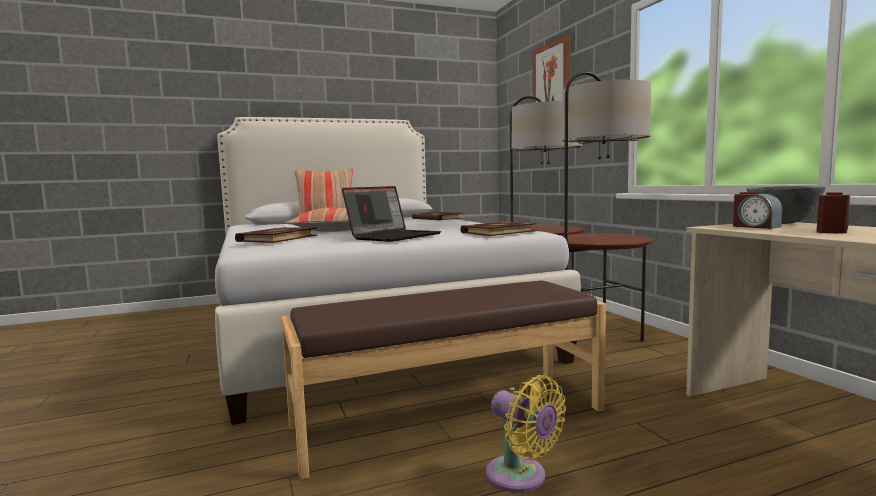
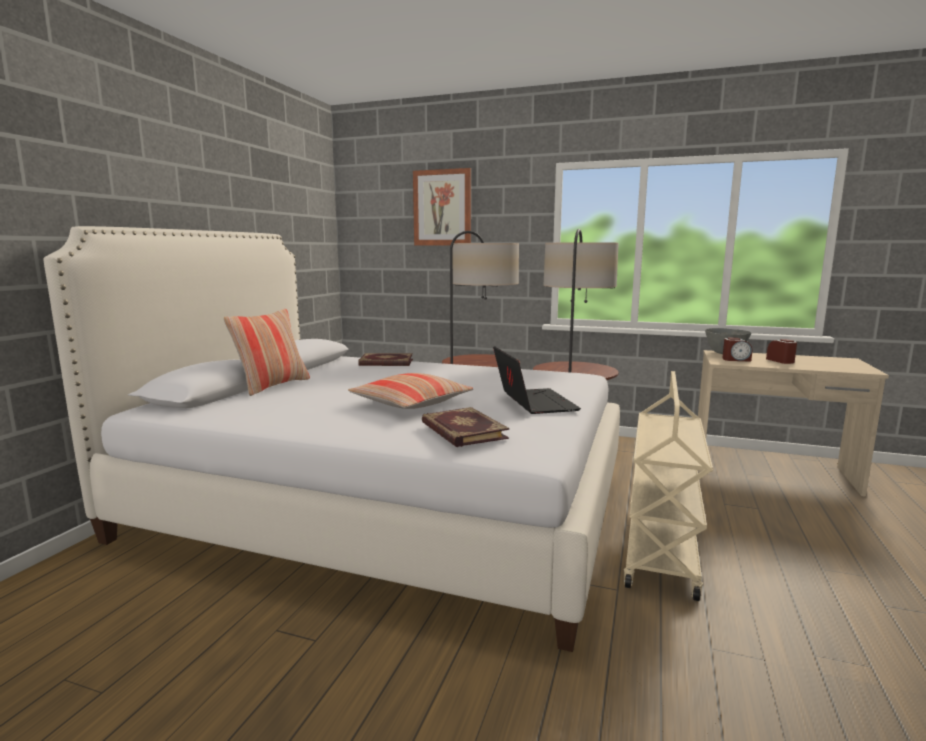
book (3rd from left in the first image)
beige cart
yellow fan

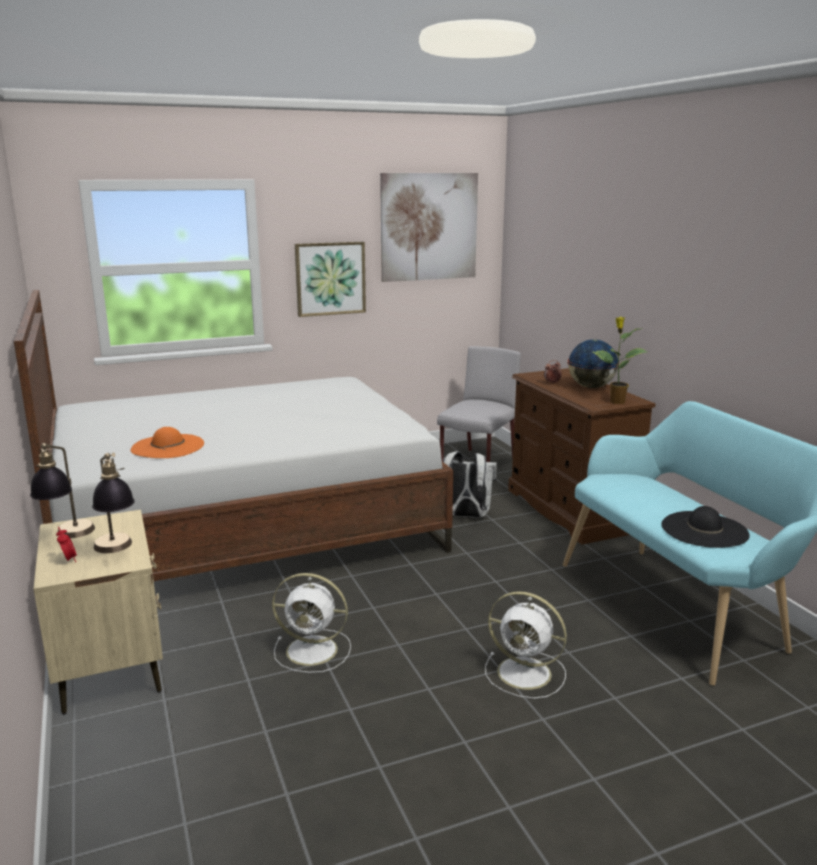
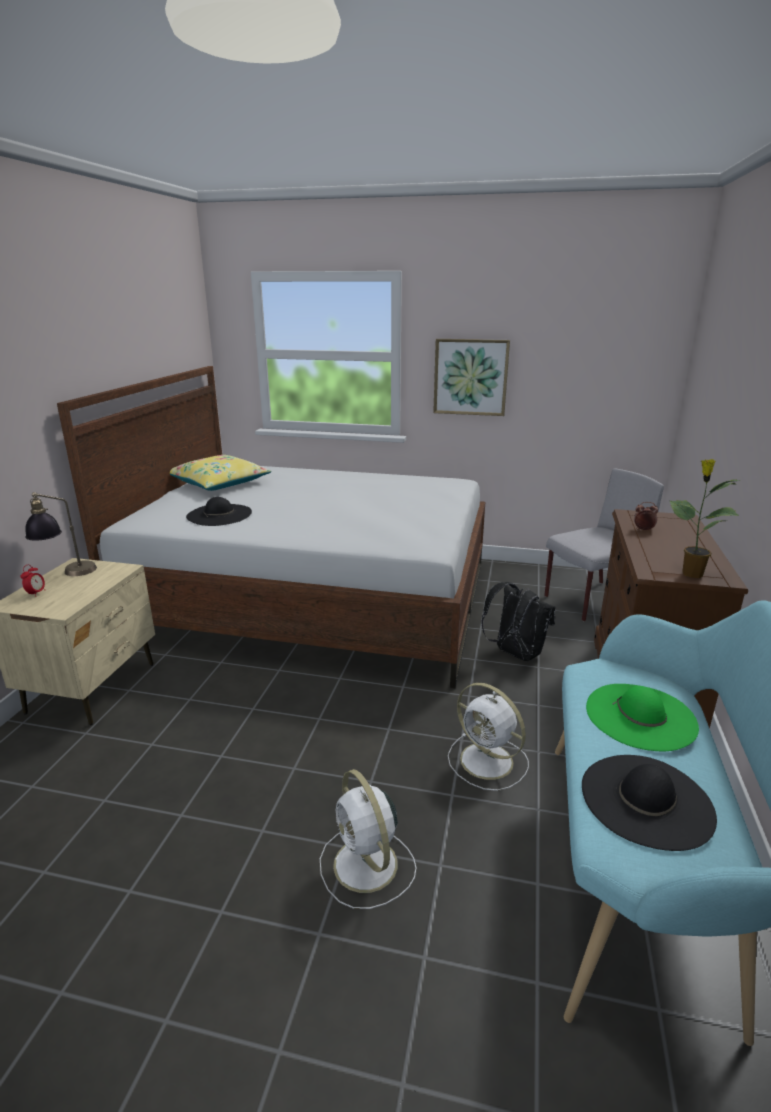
picture (2nd from left in the first image)
globe
black hat (1st from left)
black backpack
table lamp (2nd from left in the first image)
white fan (2nd from left)
yellow pillow
green hat

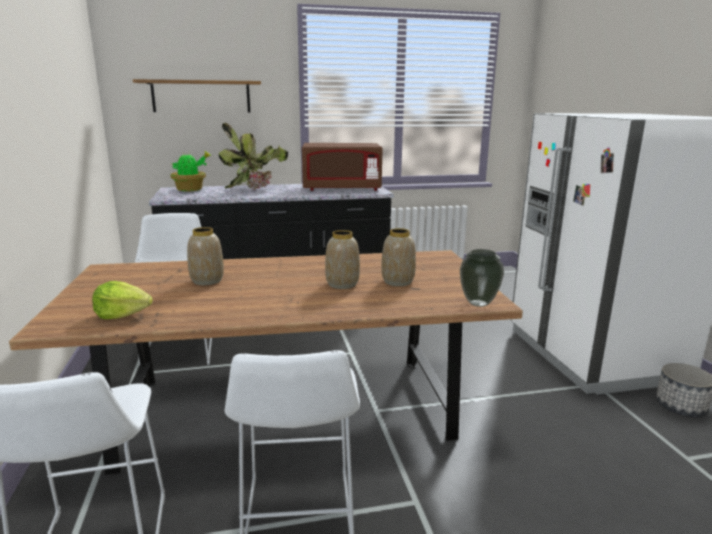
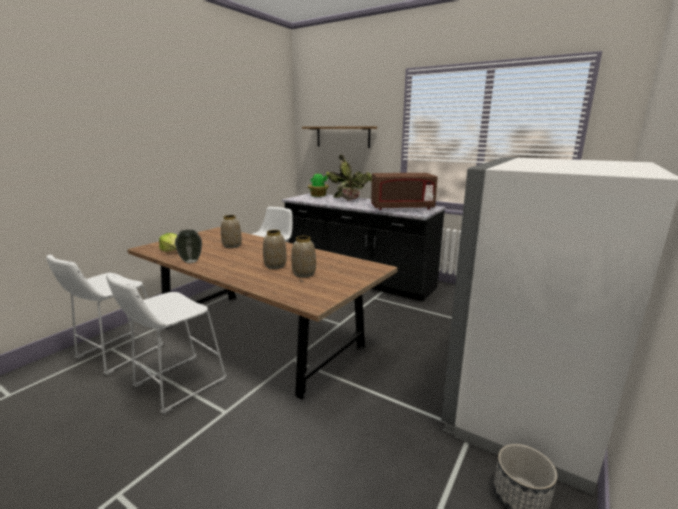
brown microwave
vase (1st from left)

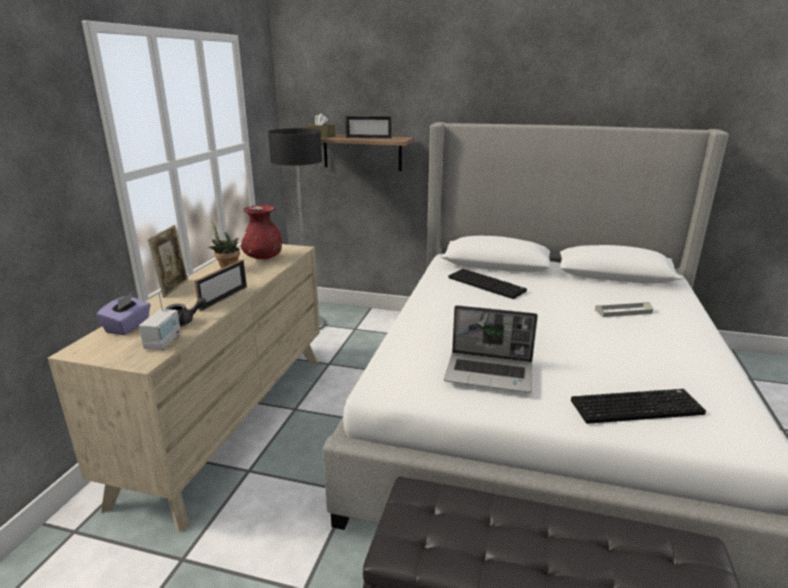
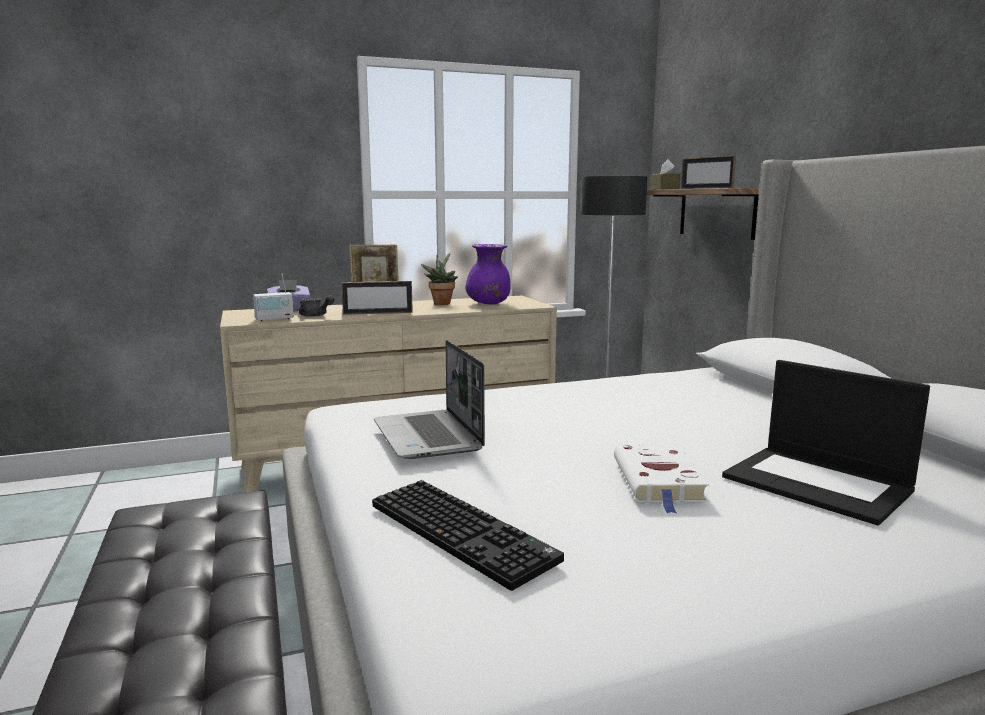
purple vase
keyboard (1st from left in the first image)
laptop (2nd from left)
white book

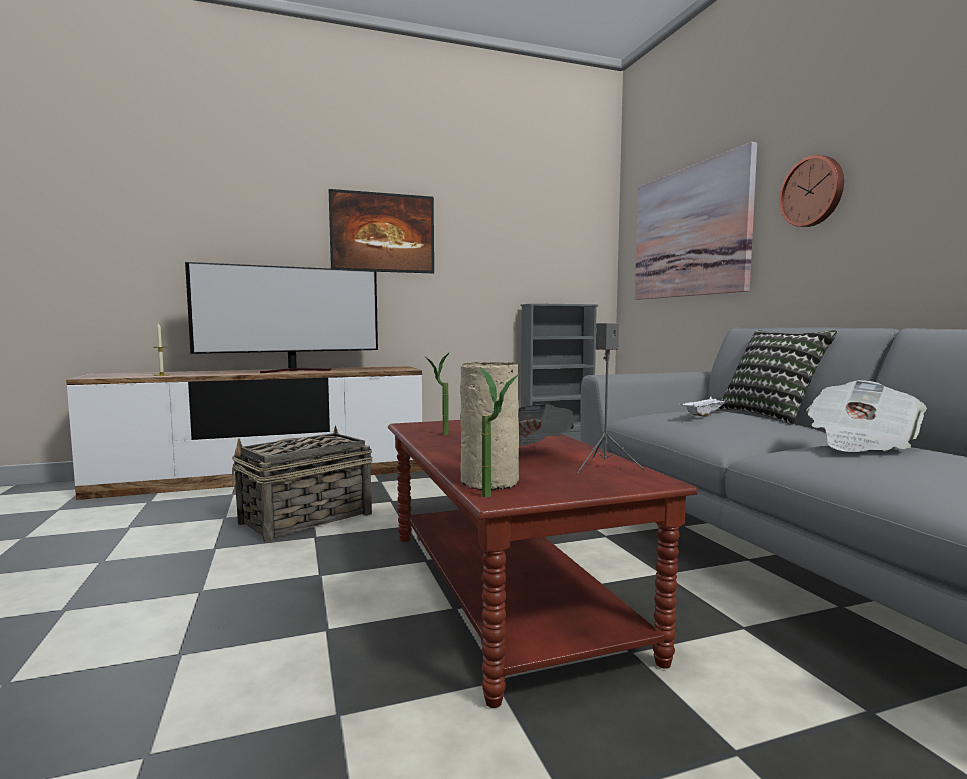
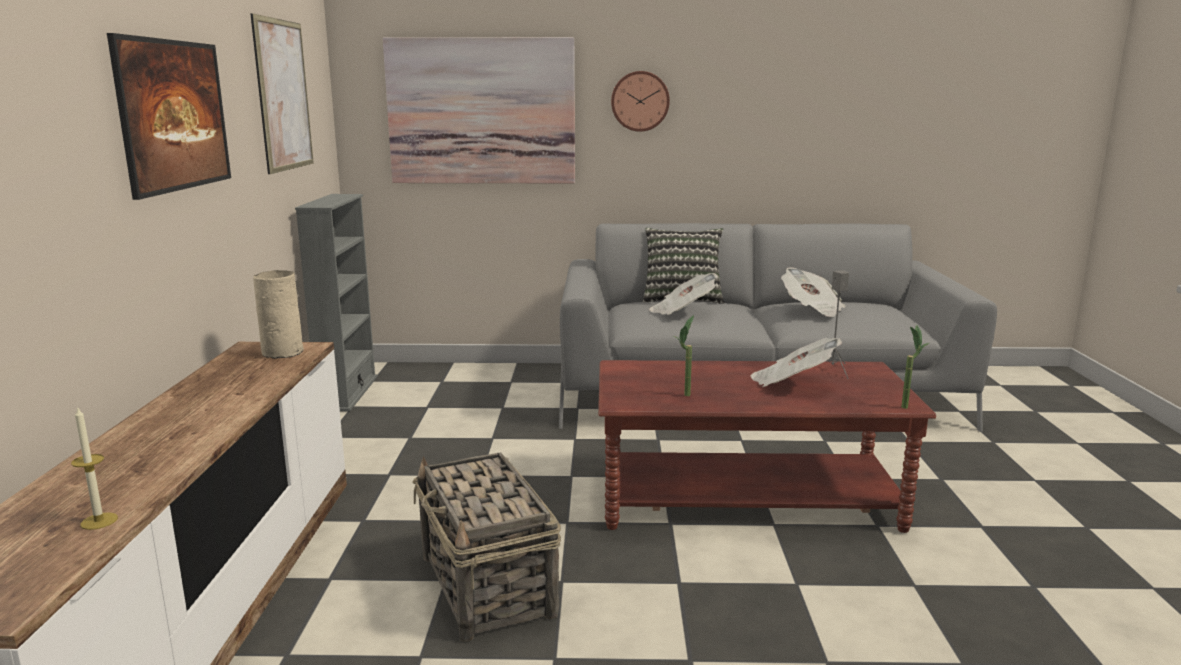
television
beige vase
newspaper (1st from left)
picture (2nd from left)

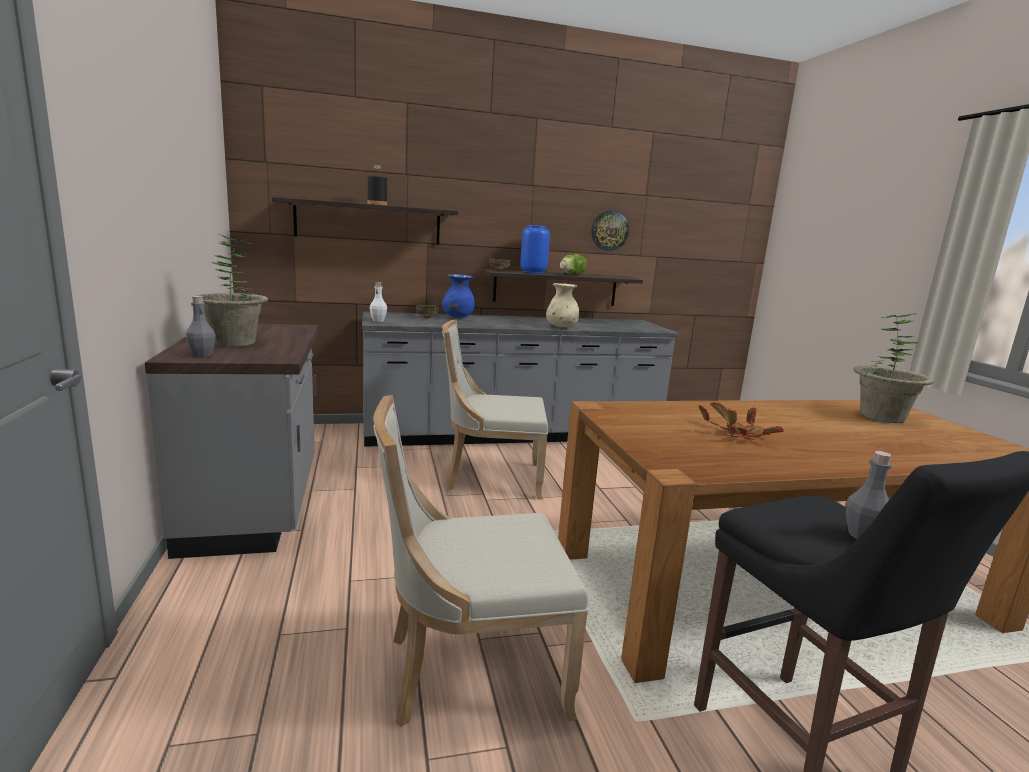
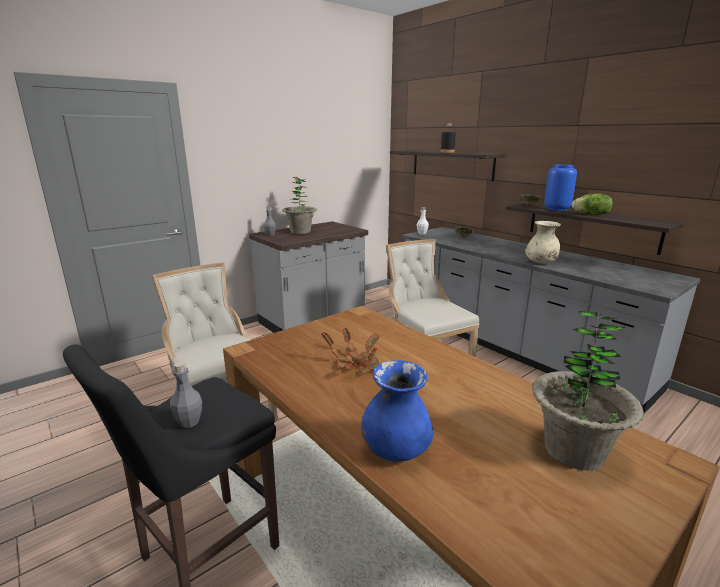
wall clock
blue vase (1st from left)

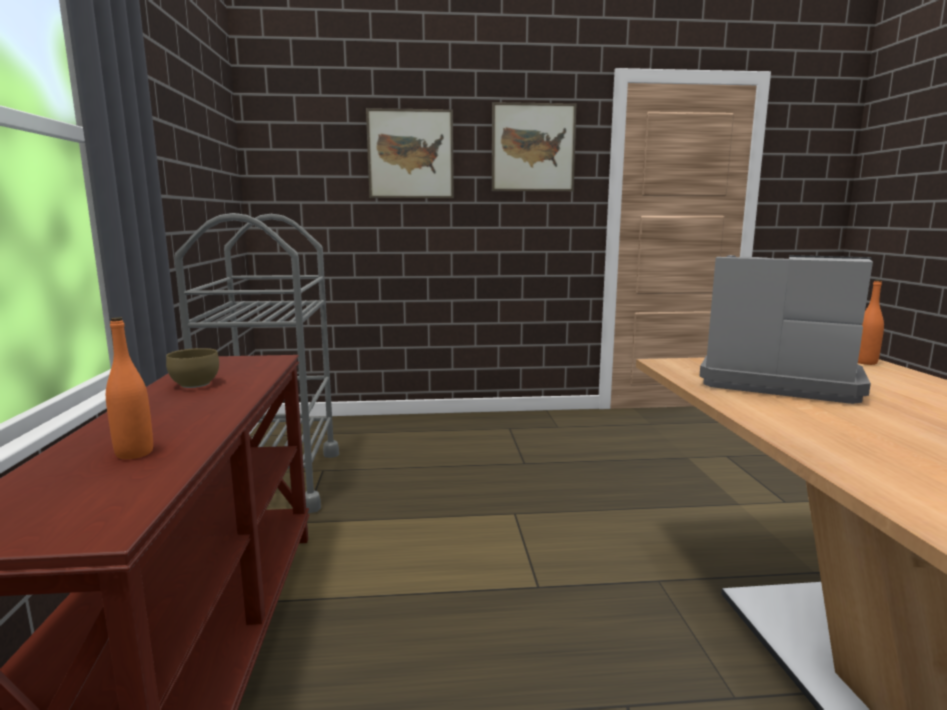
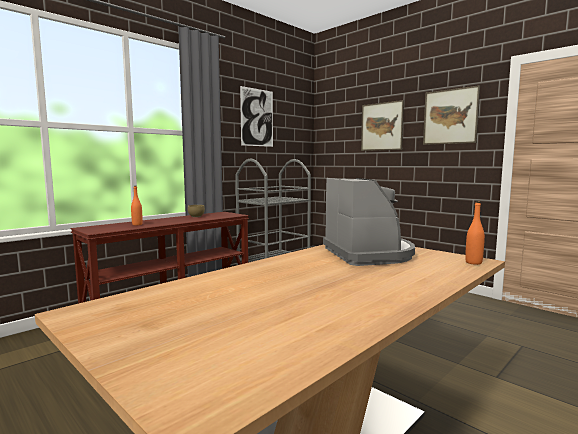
picture (1st from left)

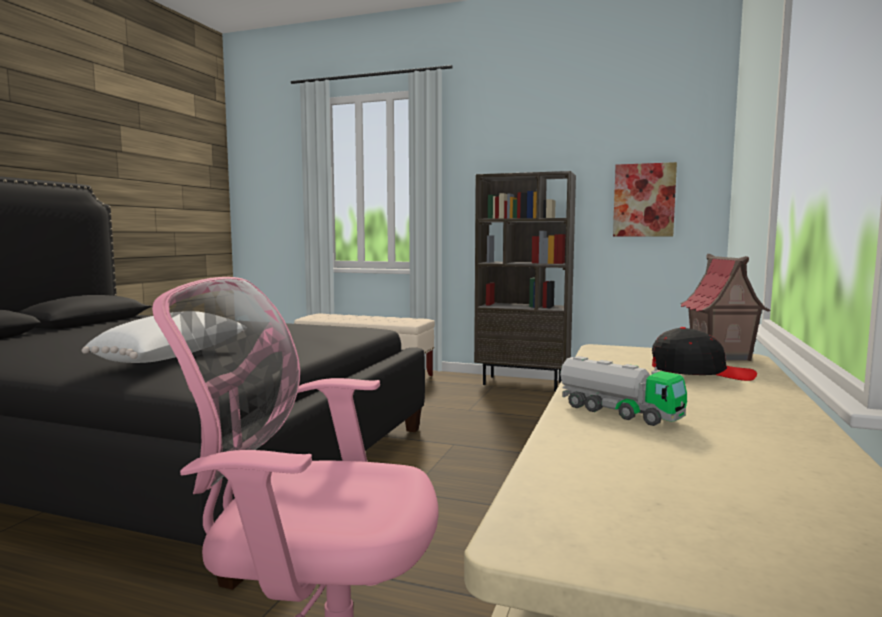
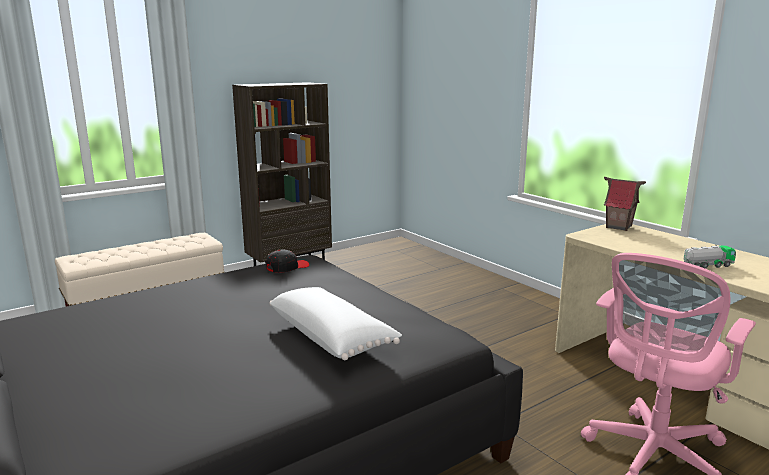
picture
black cap

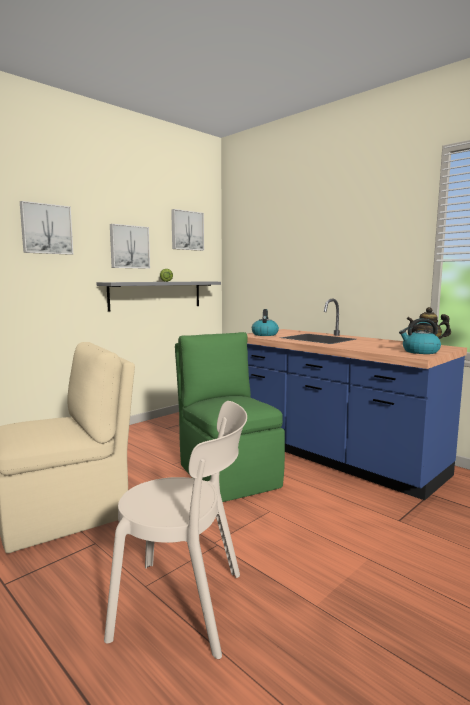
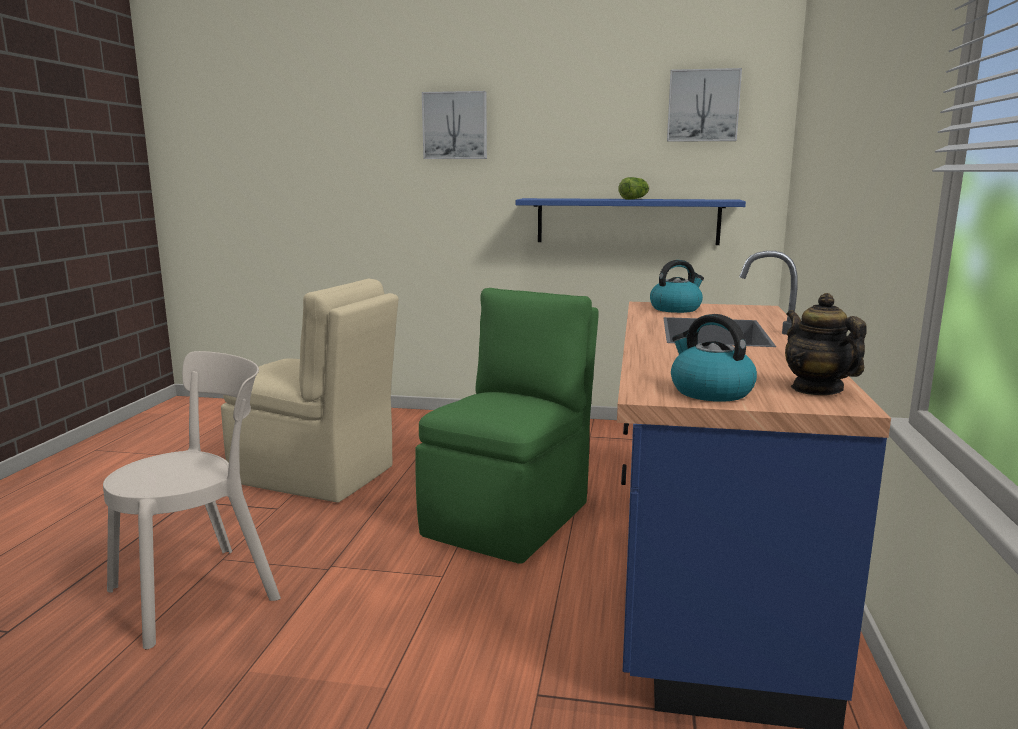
picture (2nd from left in the first image)
blue shelf
beige chair (1st from left)

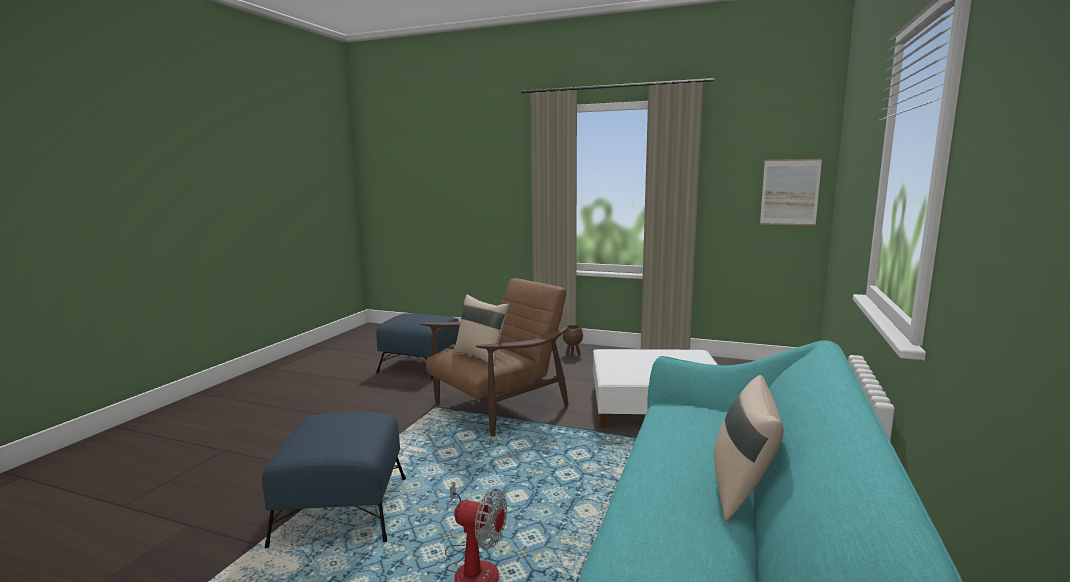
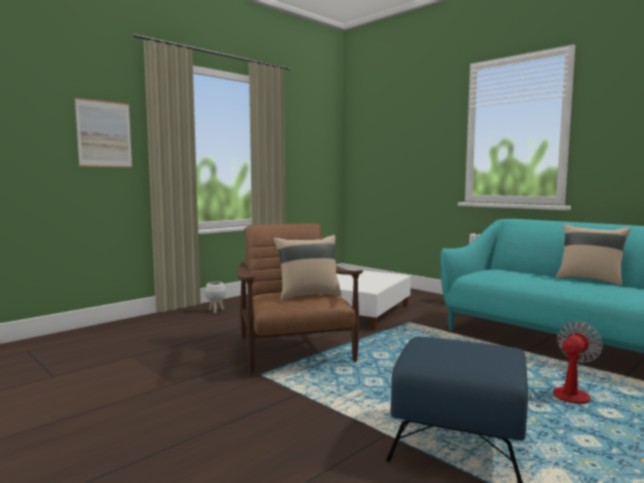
picture
blue ottoman (2nd from left in the first image)
white planter

